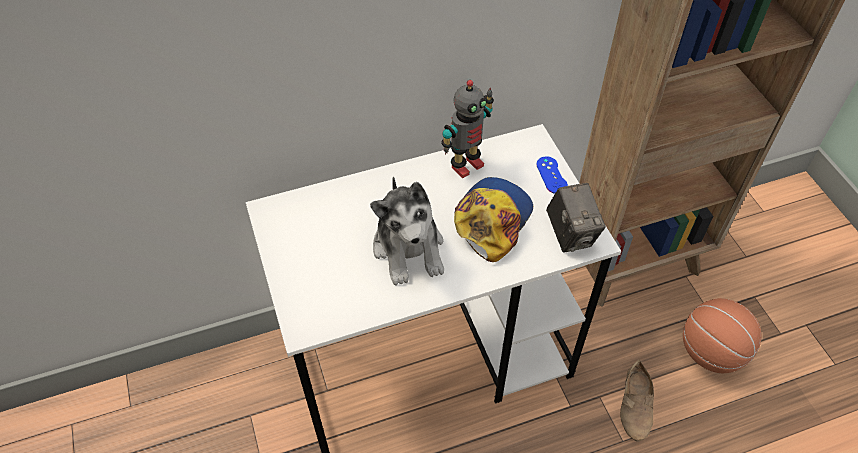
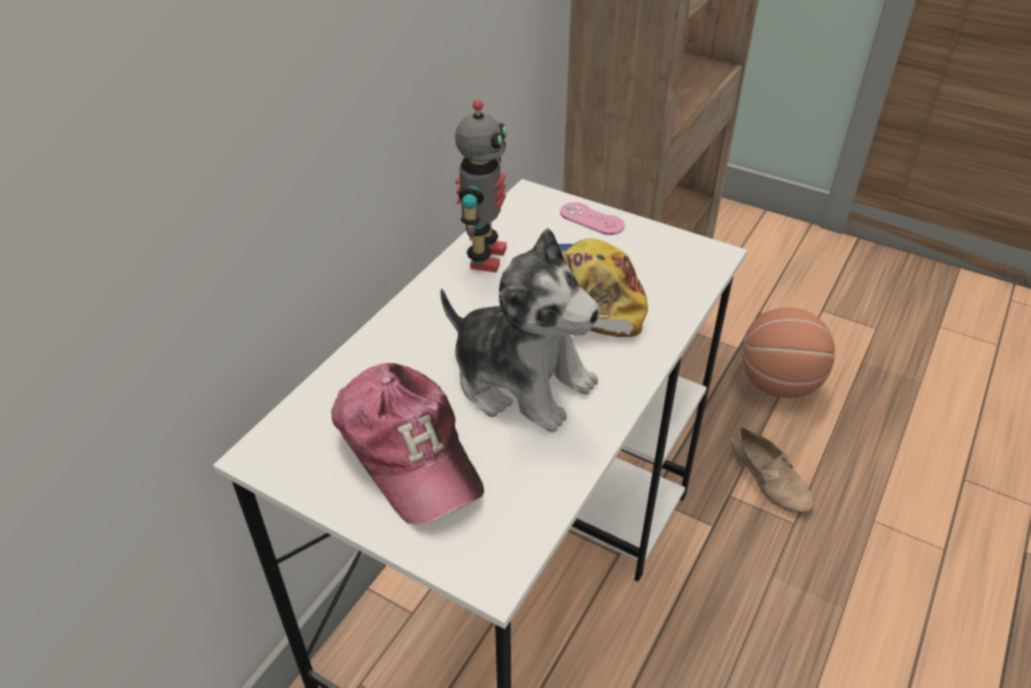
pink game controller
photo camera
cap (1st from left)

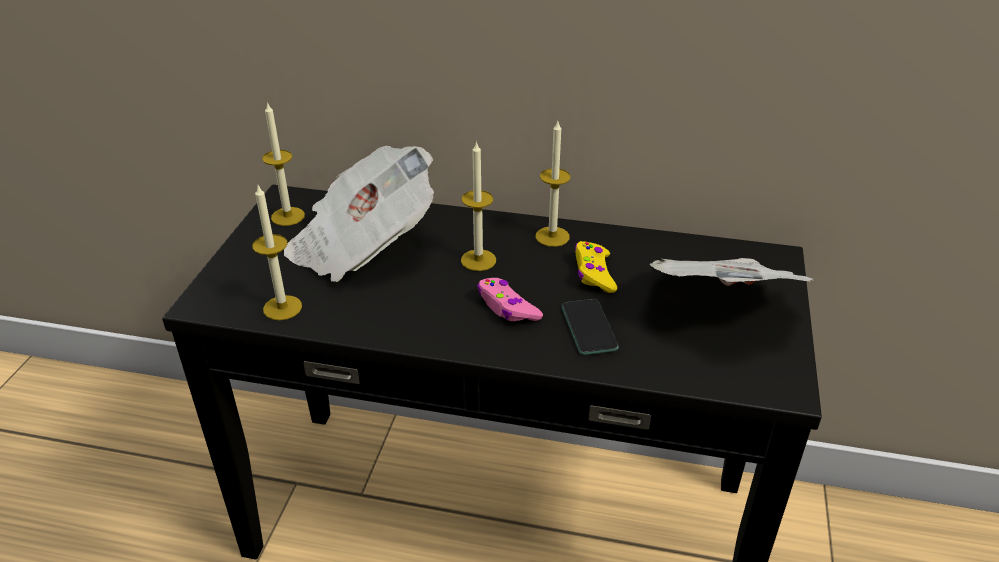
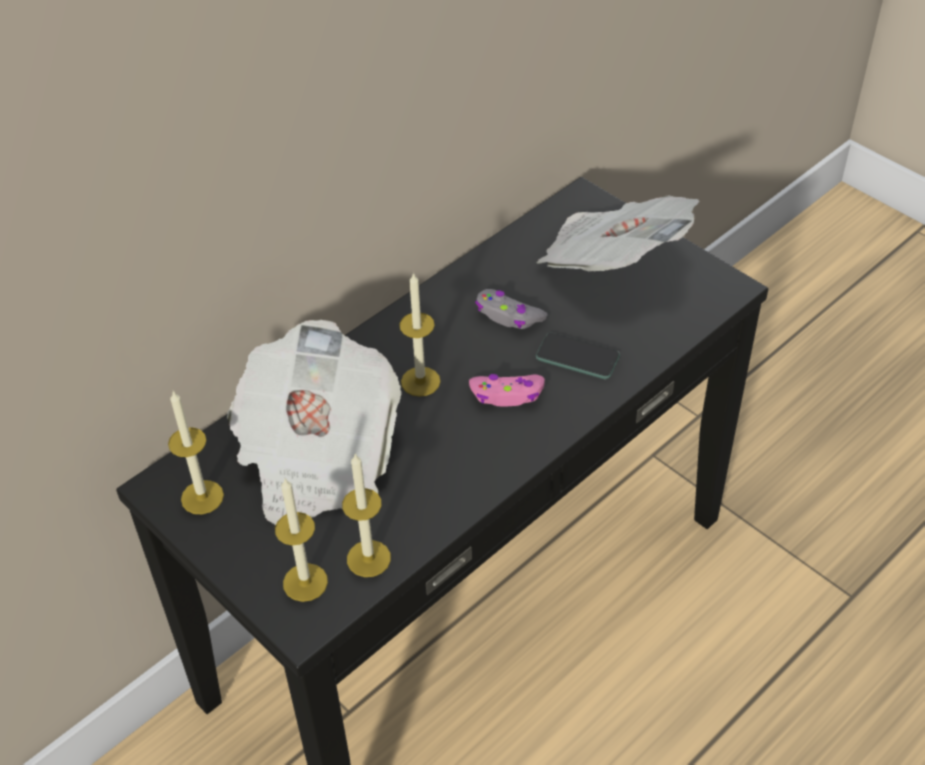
candle (2nd from left)
grey game controller

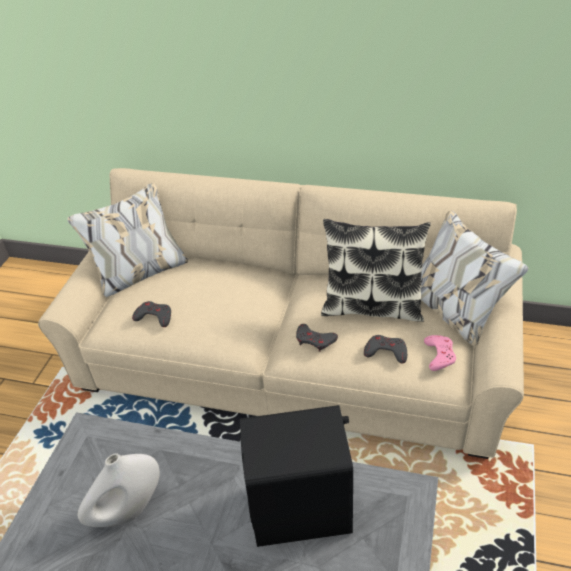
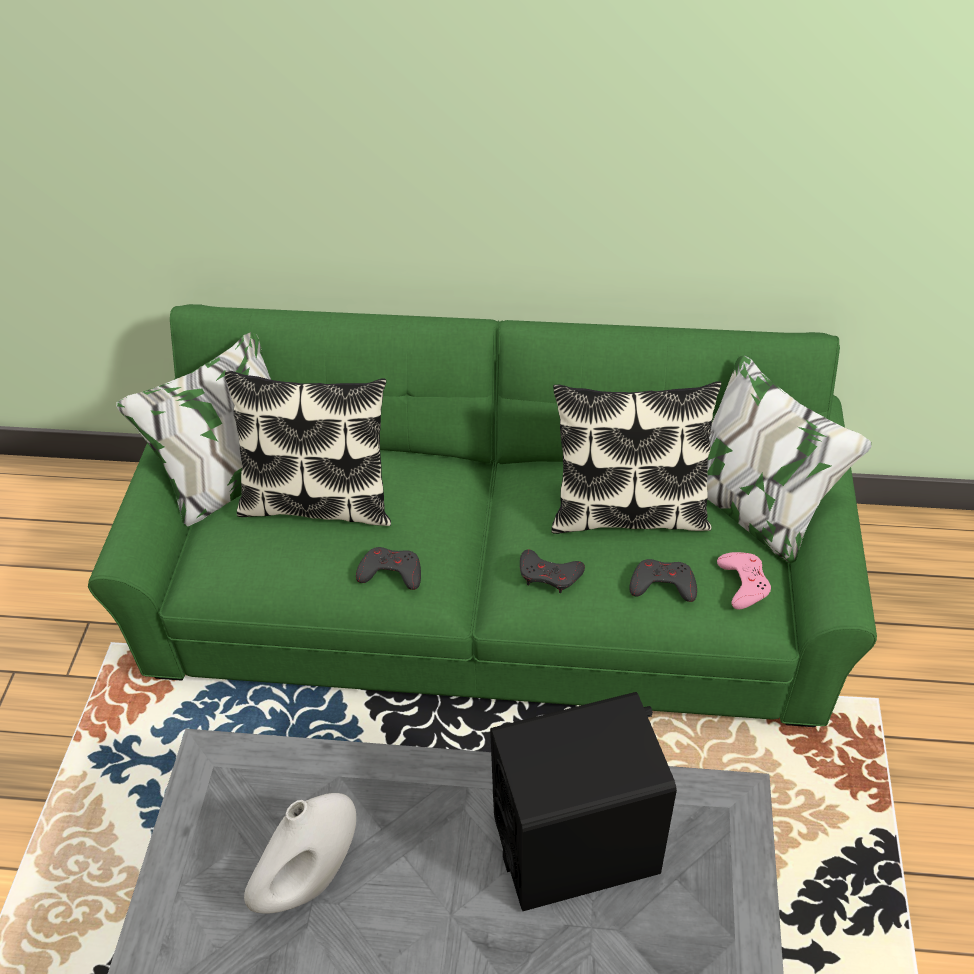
green sofa
grey game controller (1st from left)
pillow (1st from left)

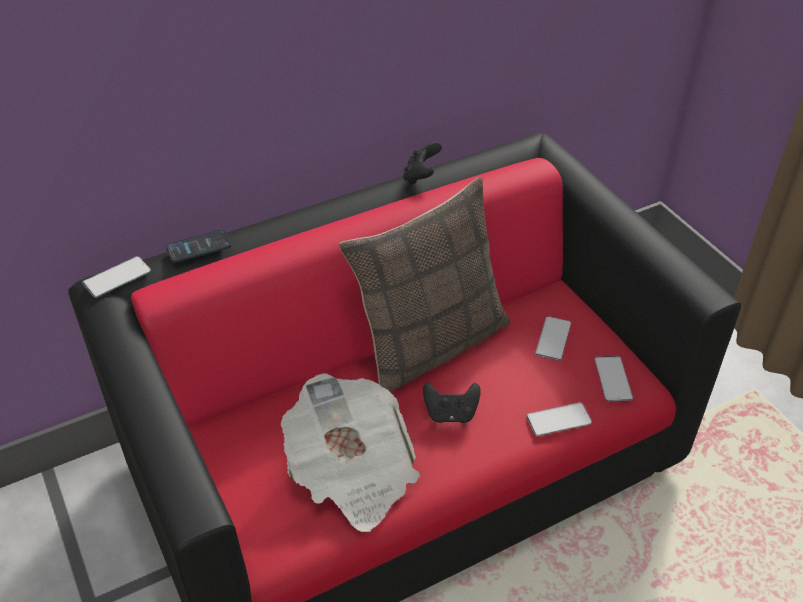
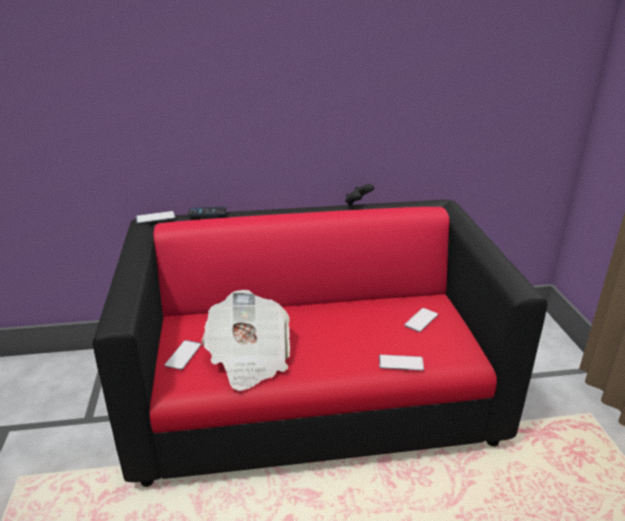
pillow
phone (2nd from left)
black game controller (2nd from left in the first image)

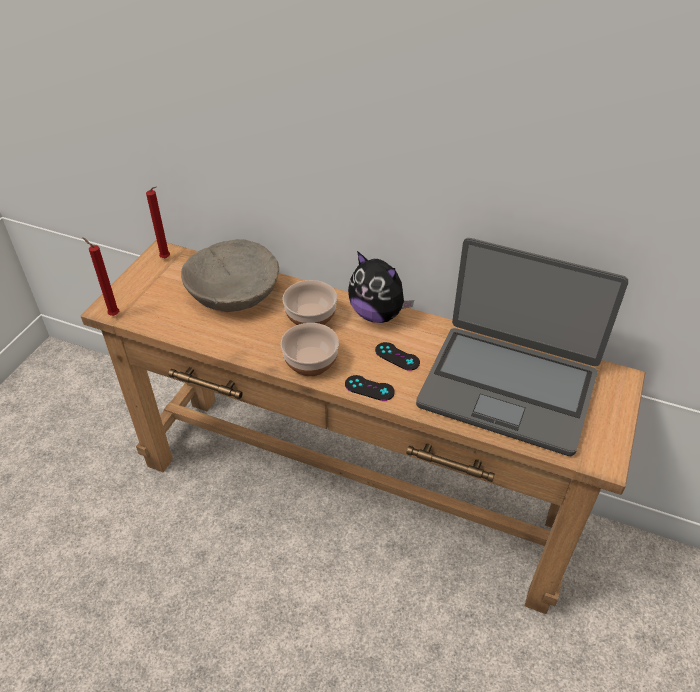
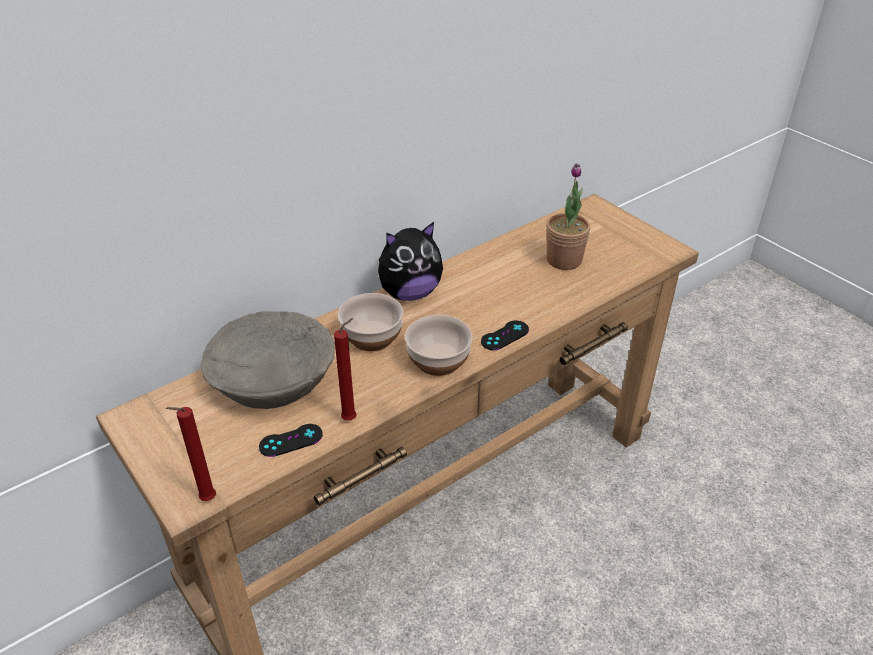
red candle (2nd from left)
potted plant
black game controller (1st from left)

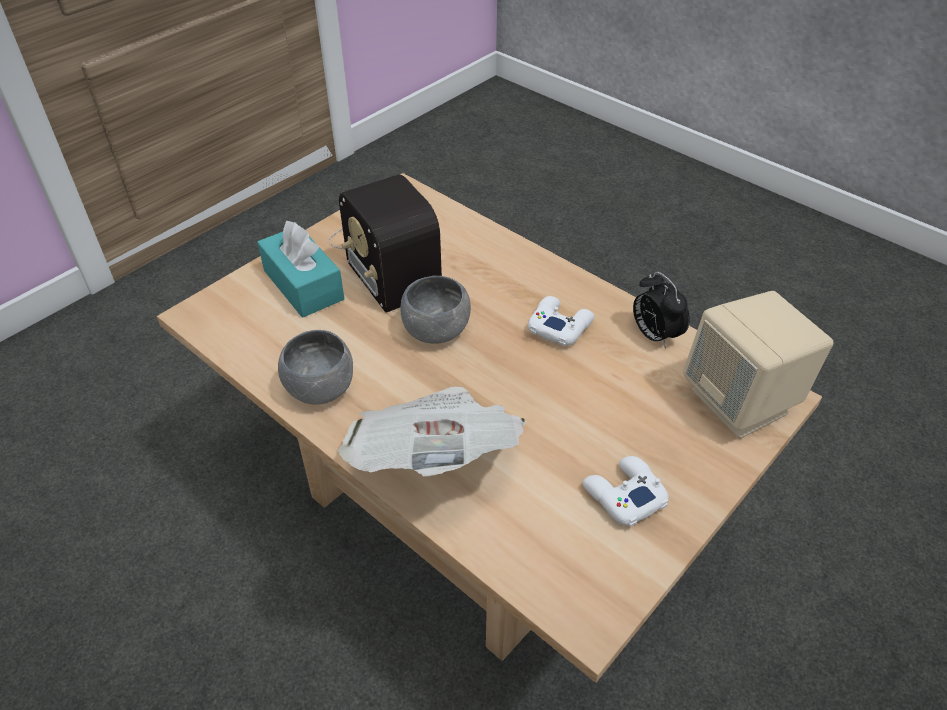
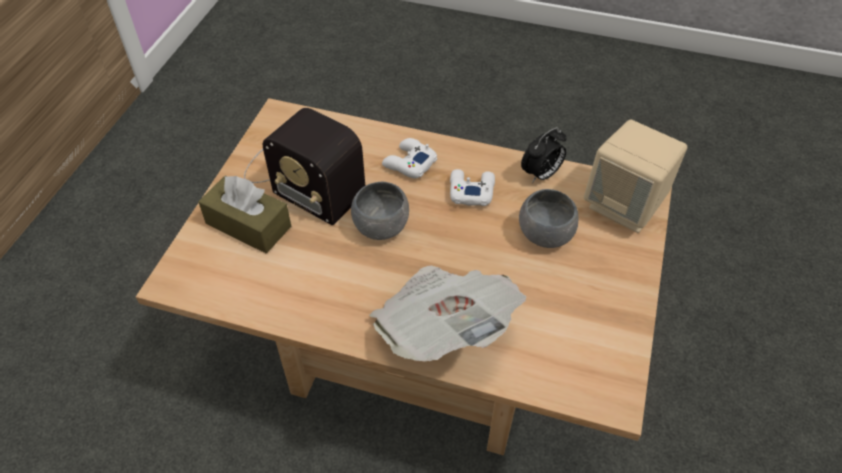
brown tissue box
alarm clock
grey bowl (2nd from left)
white game controller (1st from left)

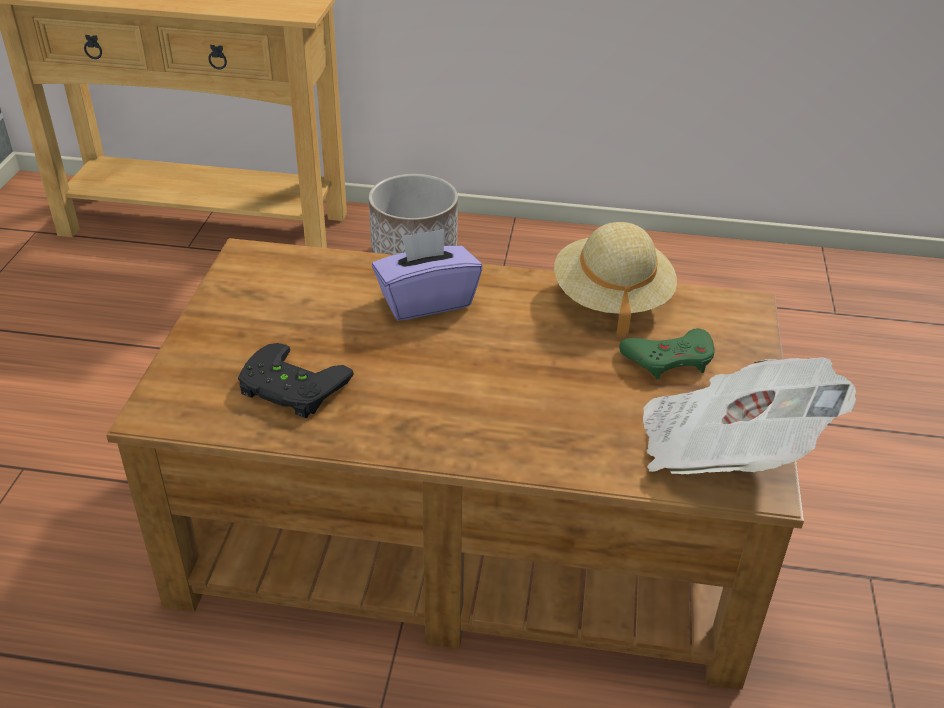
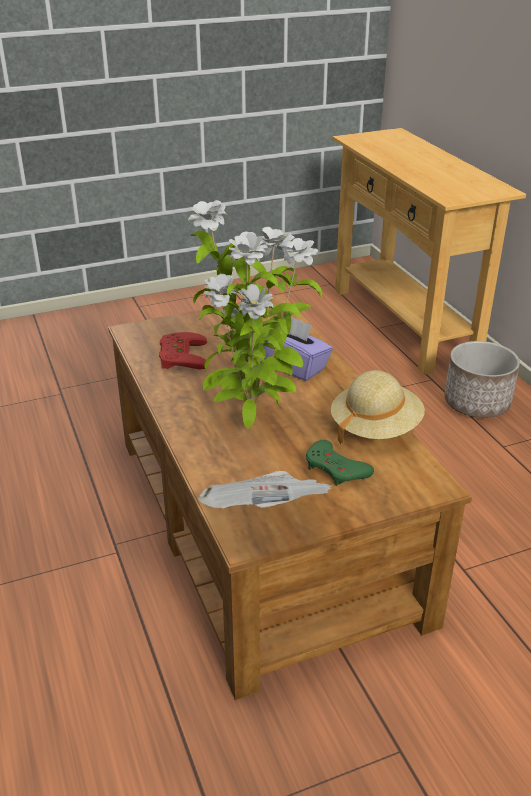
red game controller
potted plant

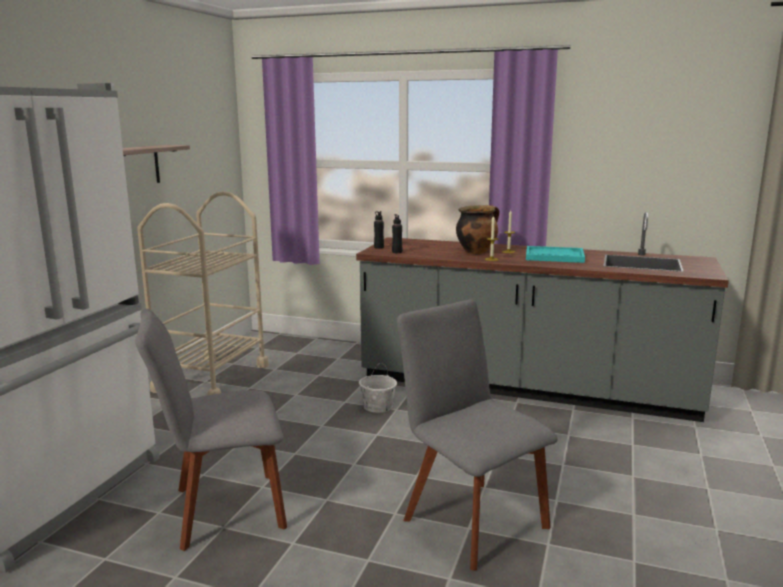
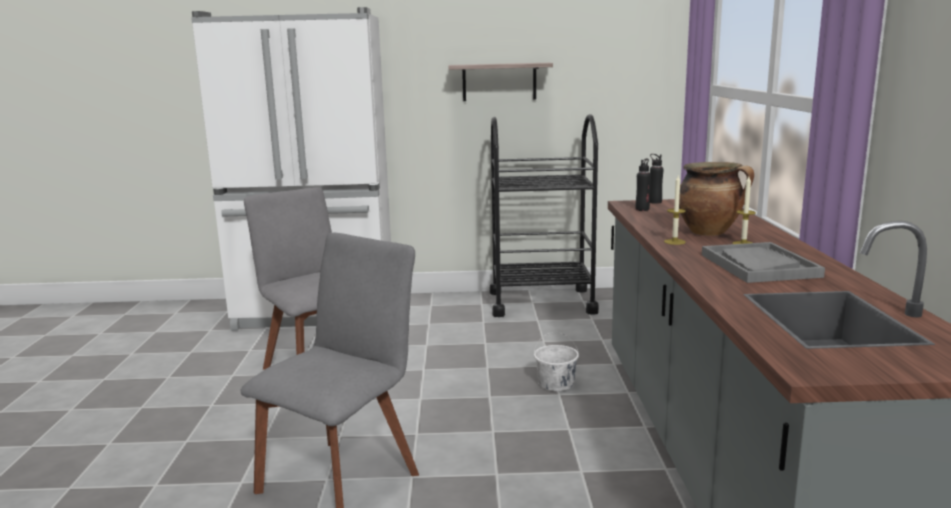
black cart
grey tray

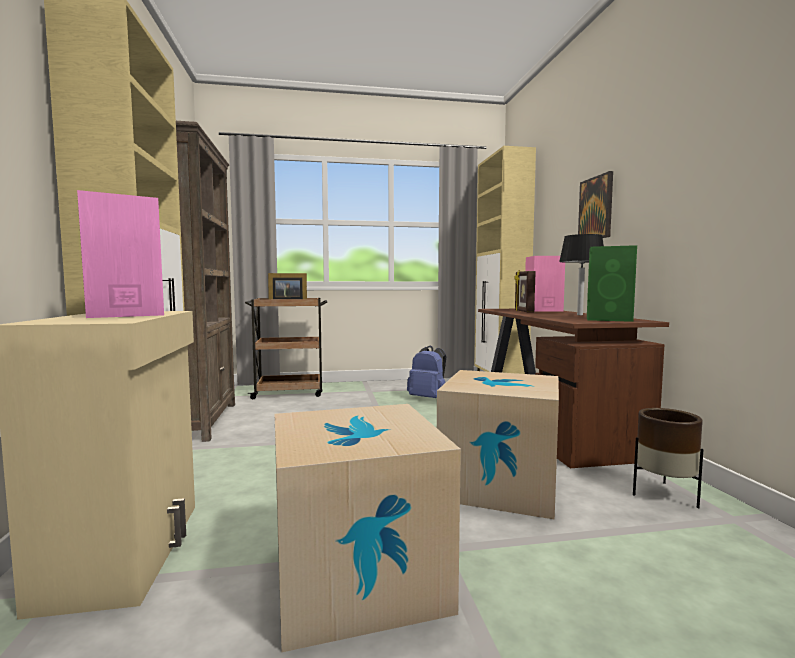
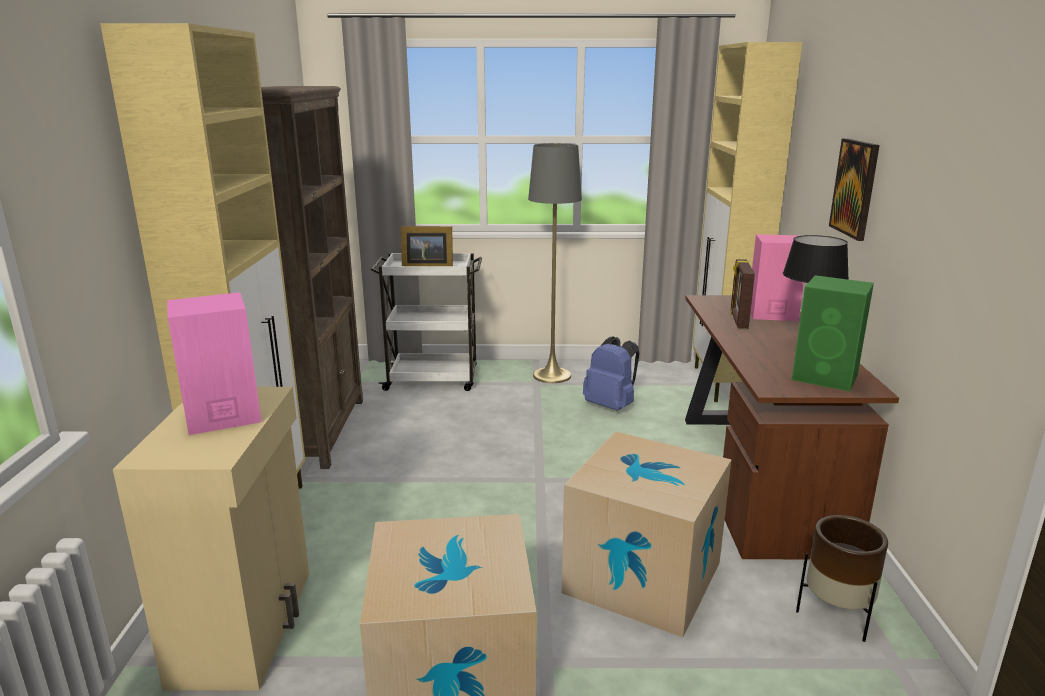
white cart
grey floor lamp

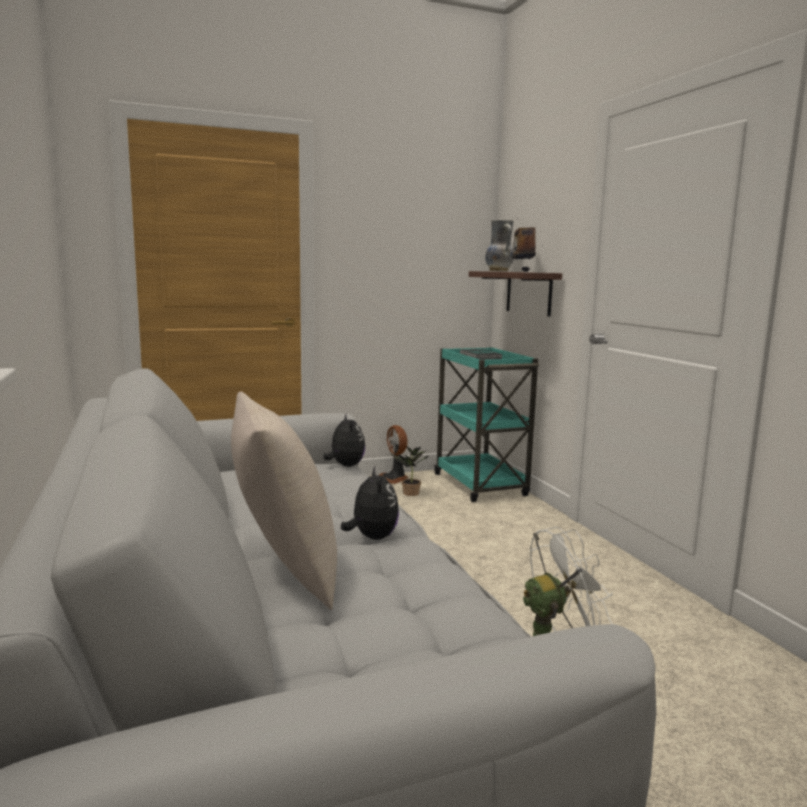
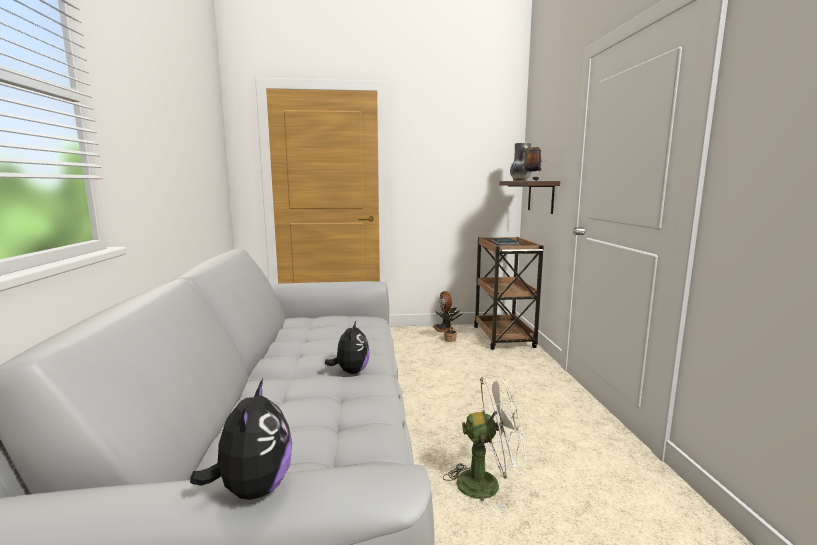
brown cart
beige pillow
plush toy (1st from left)

